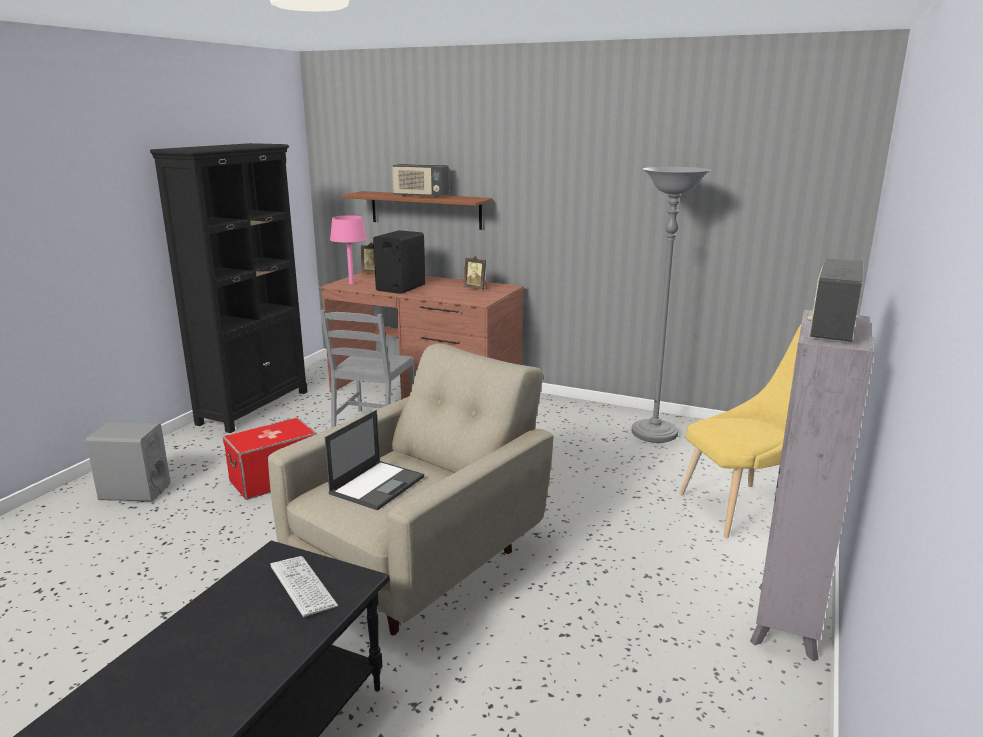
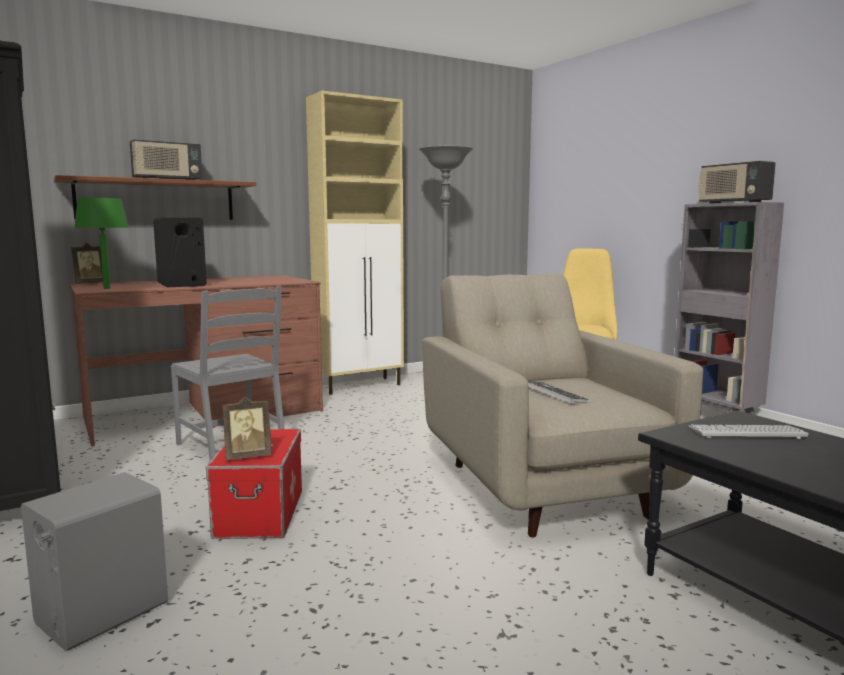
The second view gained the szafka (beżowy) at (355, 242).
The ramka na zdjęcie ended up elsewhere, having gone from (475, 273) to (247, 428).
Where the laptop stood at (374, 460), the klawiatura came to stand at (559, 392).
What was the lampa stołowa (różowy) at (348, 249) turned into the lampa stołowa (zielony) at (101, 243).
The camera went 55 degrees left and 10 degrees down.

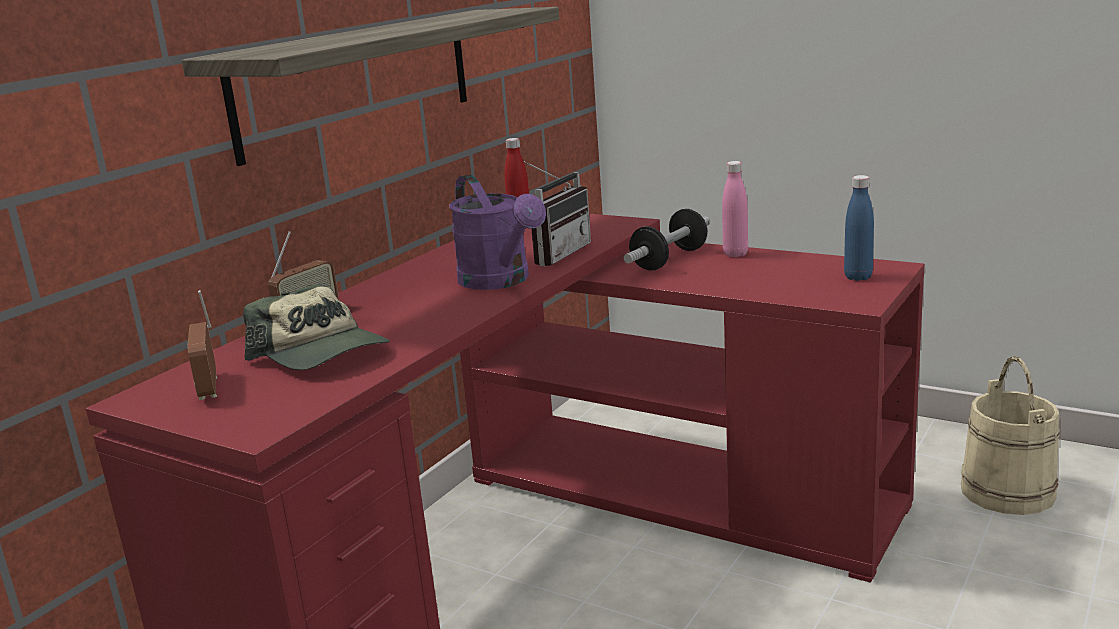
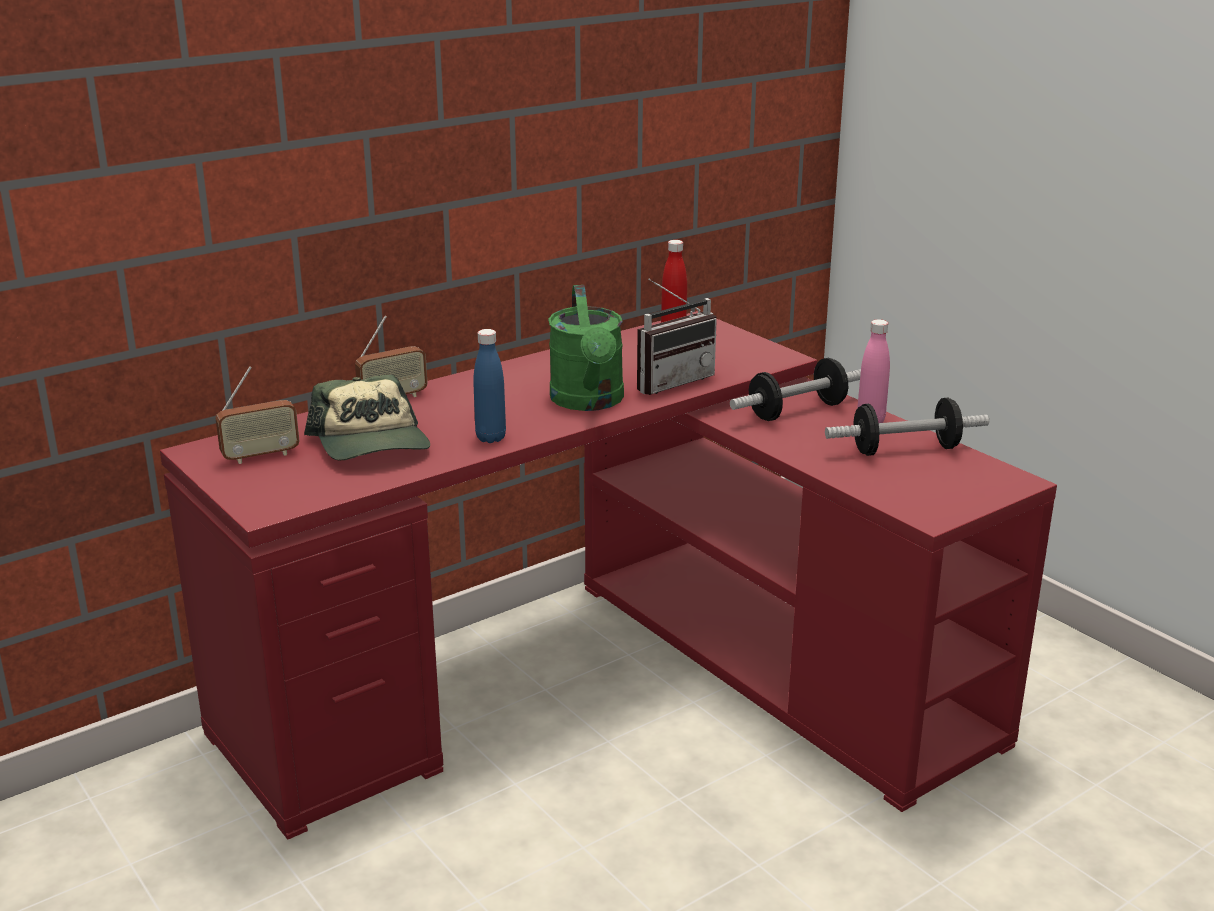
The second view lost the półka at (370, 86).
The second view lost the wiadro (beżowy) at (1010, 435).
The second view gained the hantel at (907, 427).
The butelka (niebieski) ended up elsewhere, having gone from (859, 228) to (489, 386).
What was the konewka (fioletowy) at (497, 232) turned into the konewka (zielony) at (586, 348).
The radio at (203, 345) ended up facing another way, 120 degrees counterclockwise from before.
The camera went 20 degrees right and 5 degrees up.

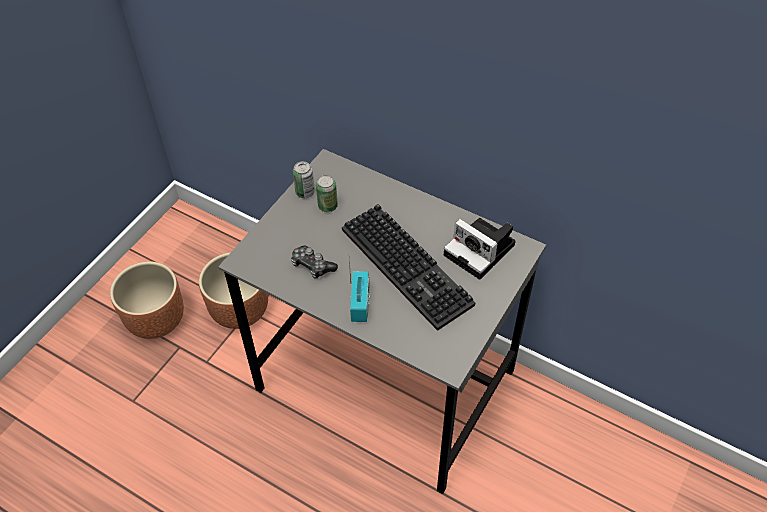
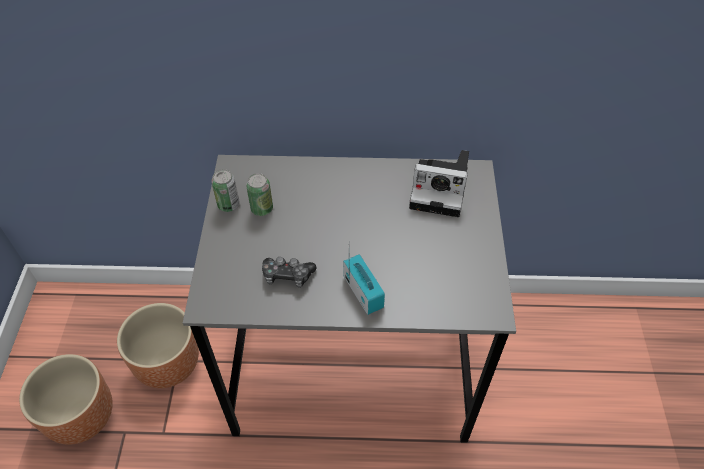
The second view lost the klawiatura at (408, 267).
The camera went 30 degrees left and 0 degrees up.

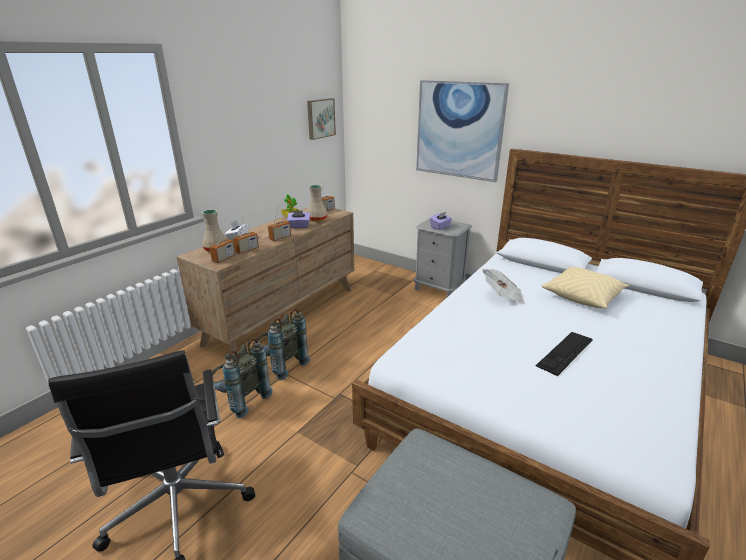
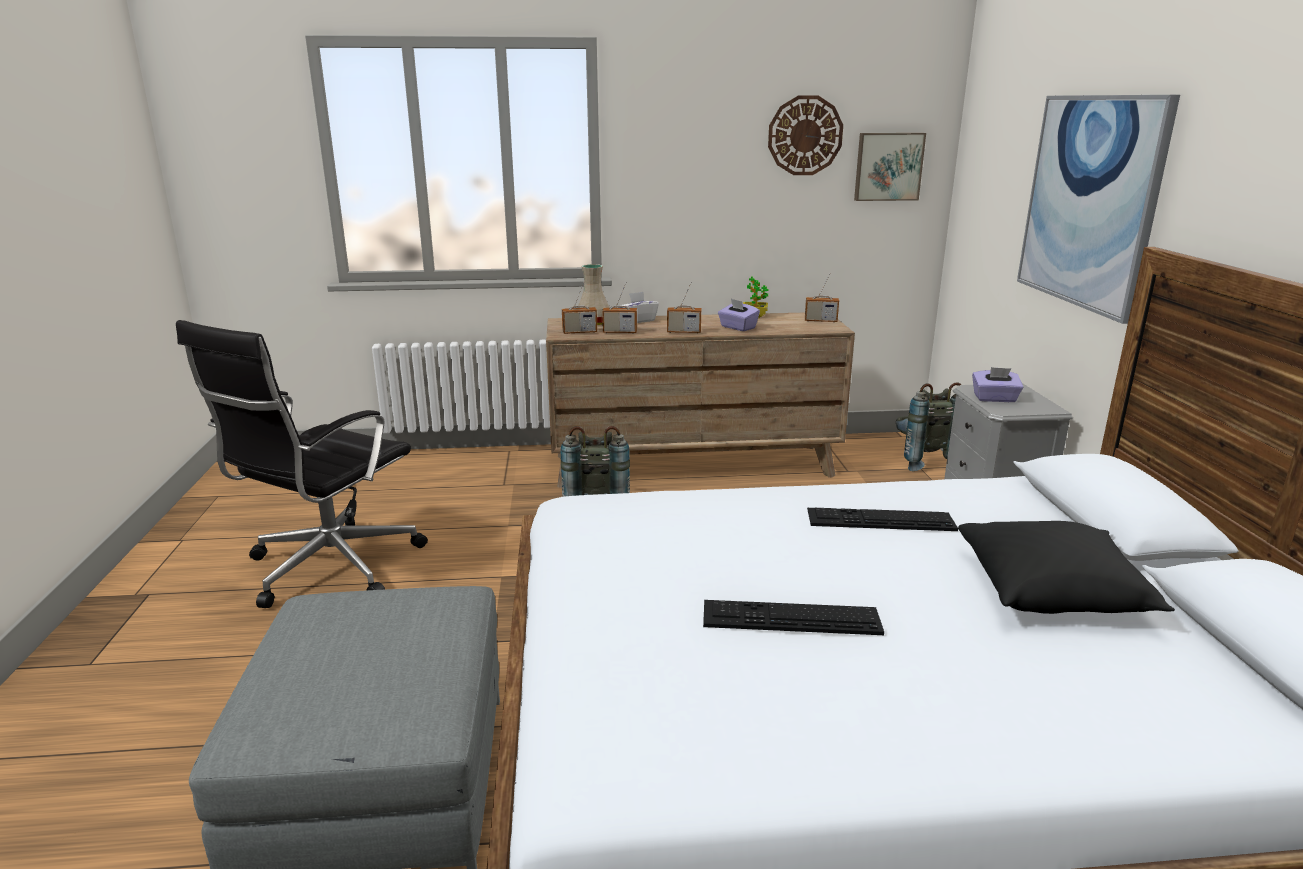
The second view lost the wazon (beżowy) at (317, 203).
The second view gained the zegar ścienny at (805, 135).
The plecak (szary) ended up elsewhere, having gone from (242, 378) to (928, 426).
Where the gazeta stood at (503, 286), the klawiatura came to stand at (882, 519).
What was the poduszka (beżowy) at (585, 287) turned into the poduszka (czarny) at (1066, 567).
The camera went 50 degrees right and 5 degrees down.

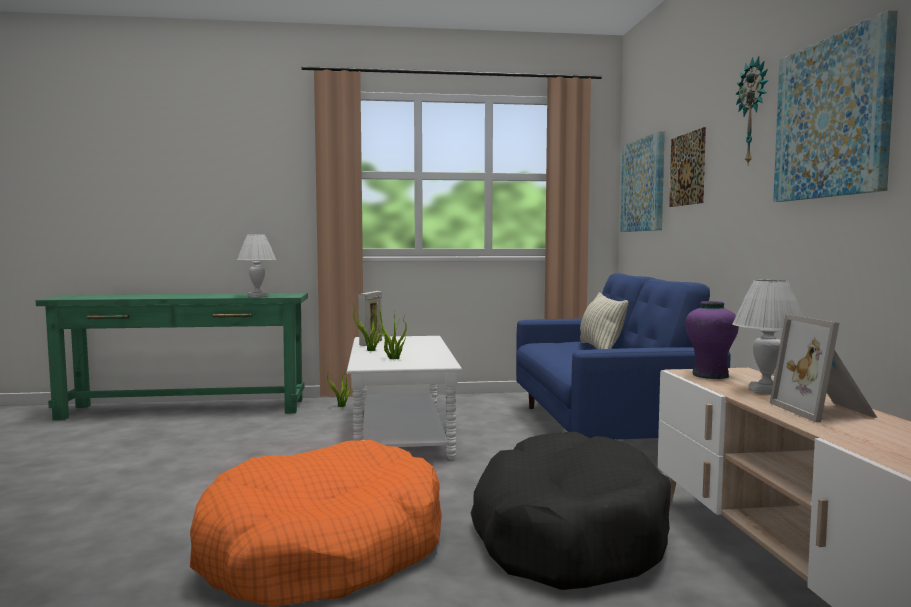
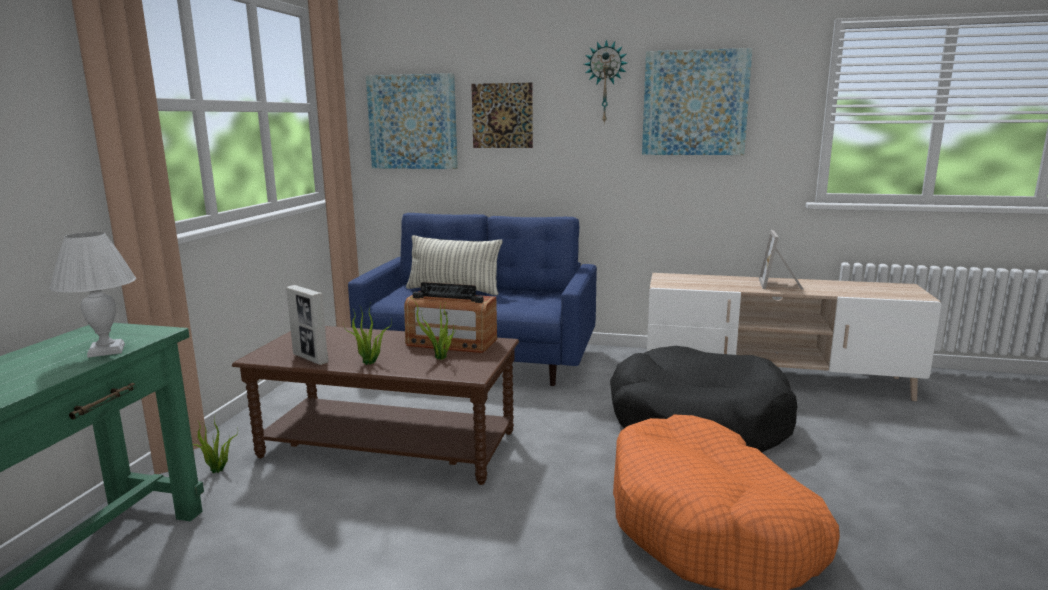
The second view lost the wazon (fioletowy) at (712, 340).
The second view lost the lampa stołowa (biały) at (767, 337).
The second view gained the radio at (450, 317).
What was the ława (biały) at (404, 398) turned into the ława (brązowy) at (375, 405).
The ramka na zdjęcie at (823, 368) ended up facing another way, 90 degrees clockwise from before.
The camera went 70 degrees left and 10 degrees up.

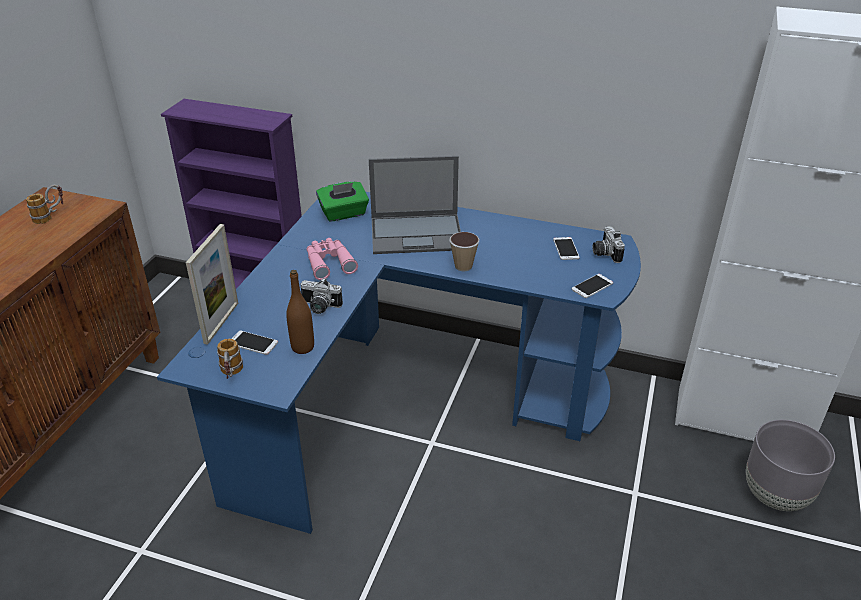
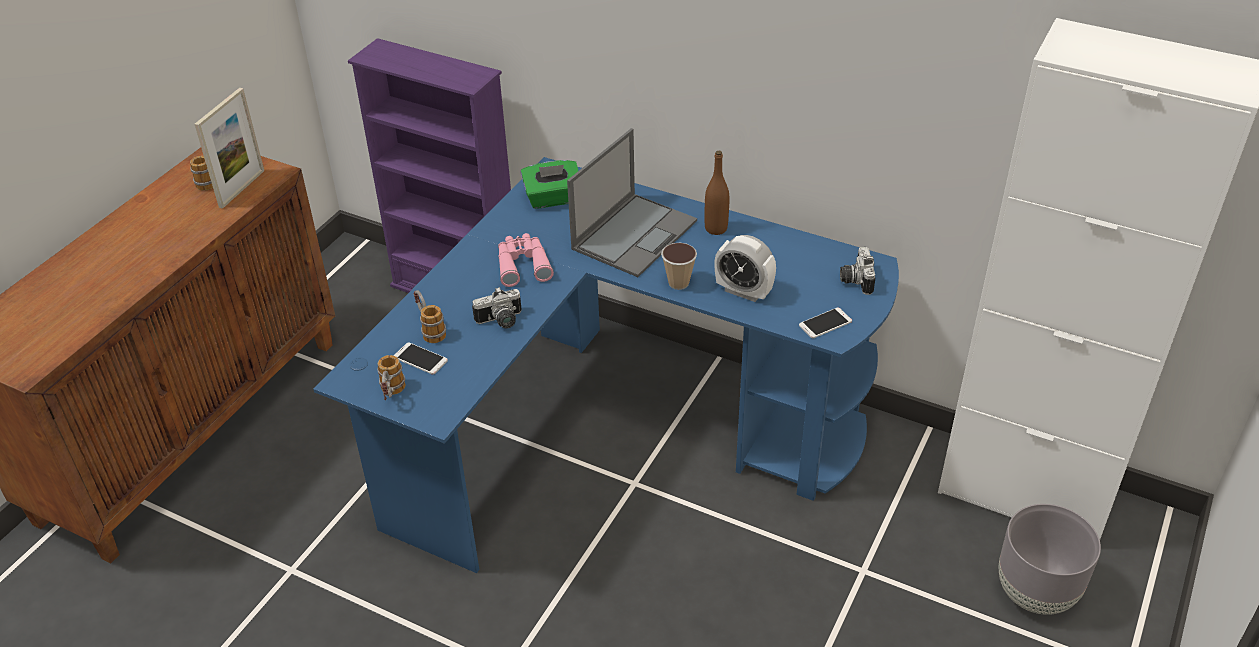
The second view lost the telefon at (566, 248).
The second view gained the kubek at (430, 316).
The second view gained the budzik at (745, 268).
The ramka na zdjęcie ended up elsewhere, having gone from (212, 284) to (229, 148).
The butelka (brązowy) ended up elsewhere, having gone from (300, 312) to (717, 193).
The aparat fotograficzny at (321, 296) ended up facing another way, 45 degrees counterclockwise from before.
The laptop at (415, 205) ended up facing another way, 60 degrees counterclockwise from before.
The camera went 10 degrees right and 5 degrees up.

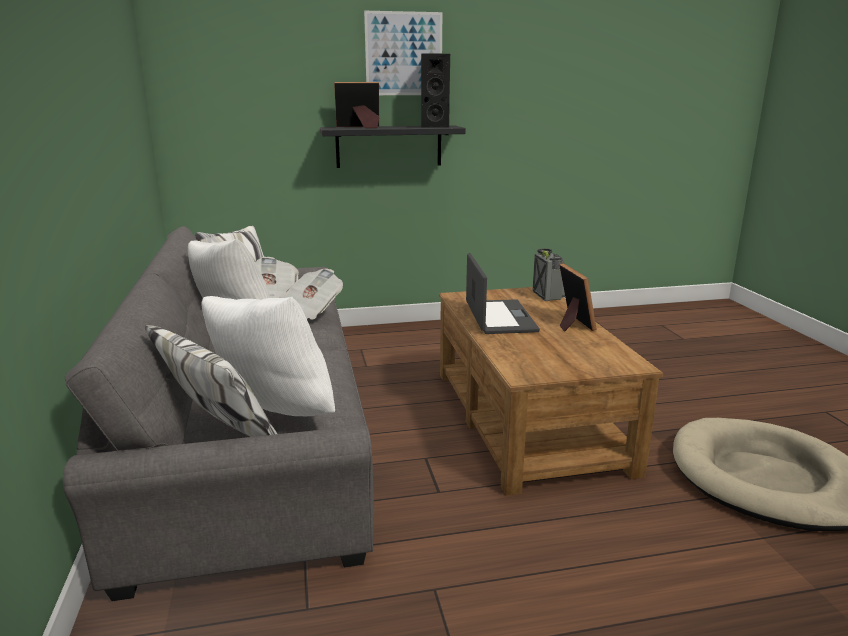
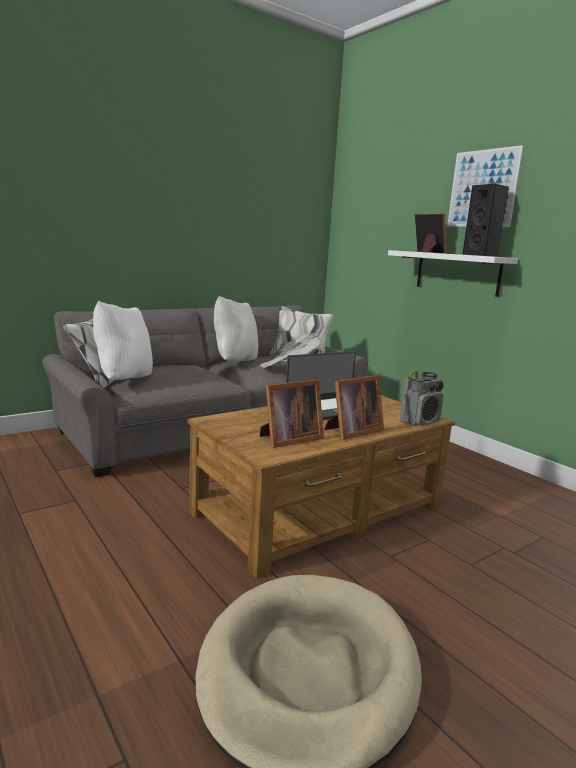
The second view gained the ramka na zdjęcie at (292, 414).
What was the półka (czarny) at (393, 146) turned into the półka (biały) at (453, 273).
The camera went 65 degrees right and 5 degrees down.

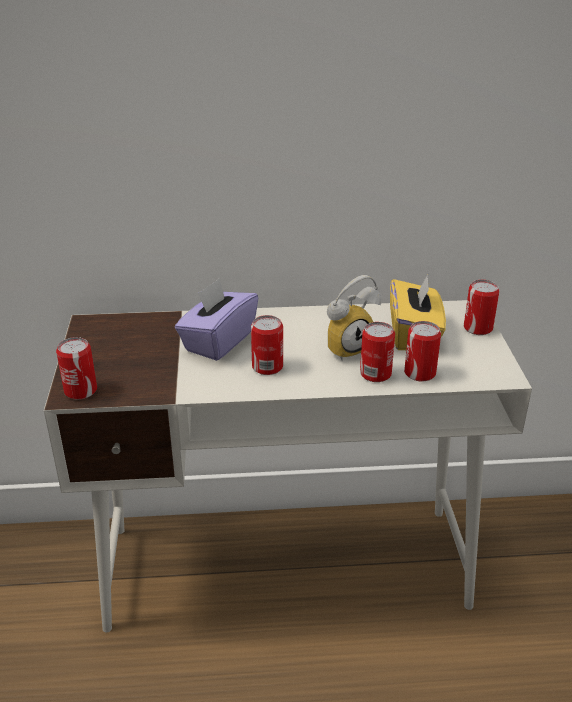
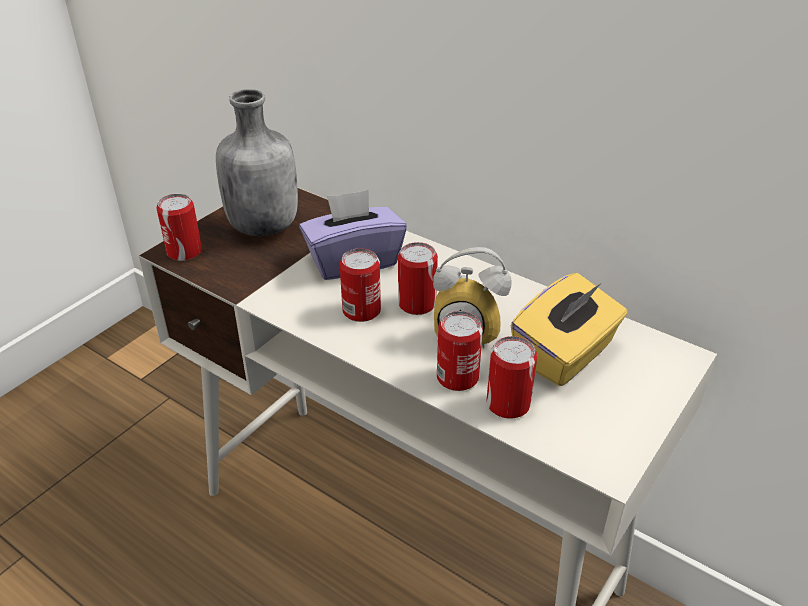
The second view gained the butelka (szary) at (257, 162).
The puszka ended up elsewhere, having gone from (481, 307) to (418, 278).
The camera went 40 degrees right and 5 degrees up.

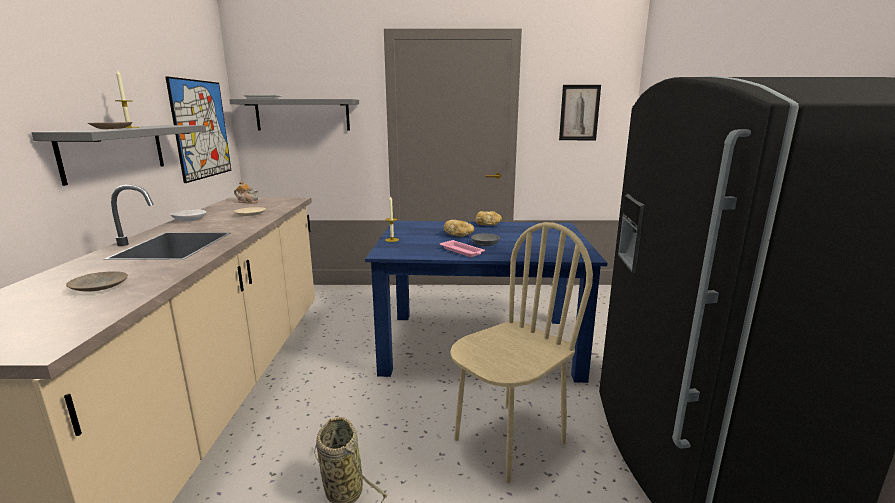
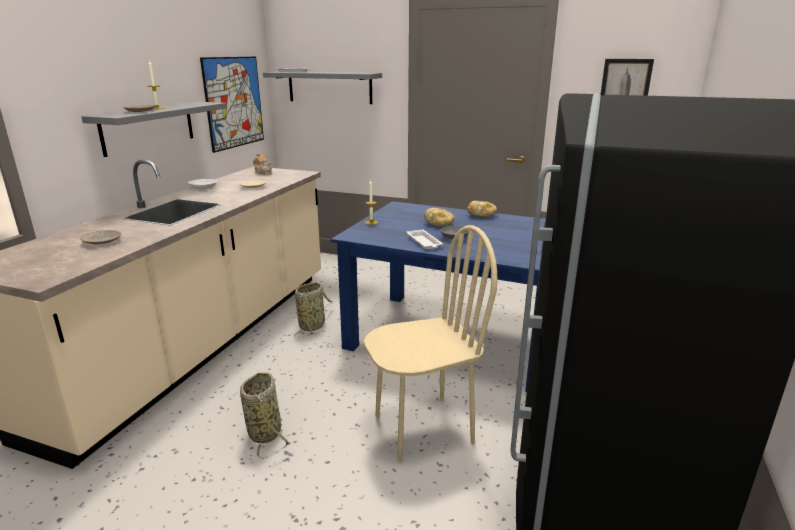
The second view gained the koszyk at (313, 309).
What was the taca (różowy) at (462, 248) turned into the taca (biały) at (424, 239).
The camera went 20 degrees right and 5 degrees up.

